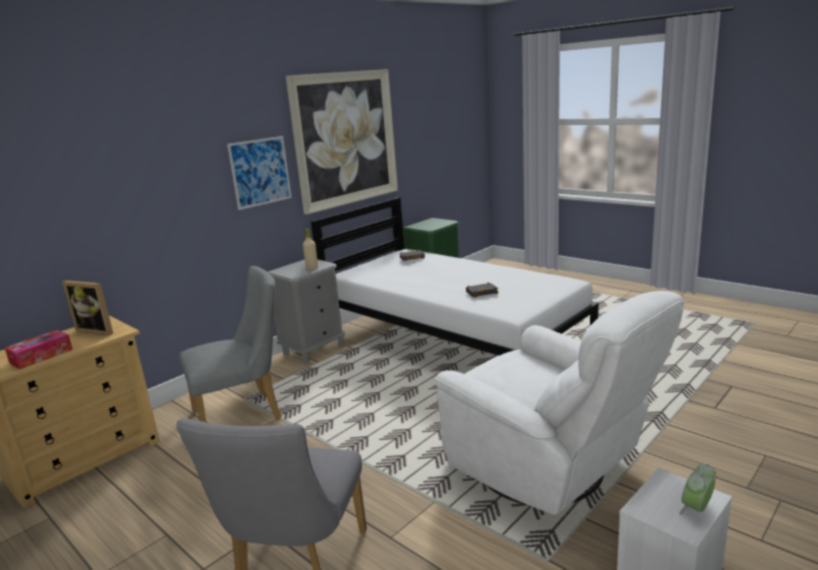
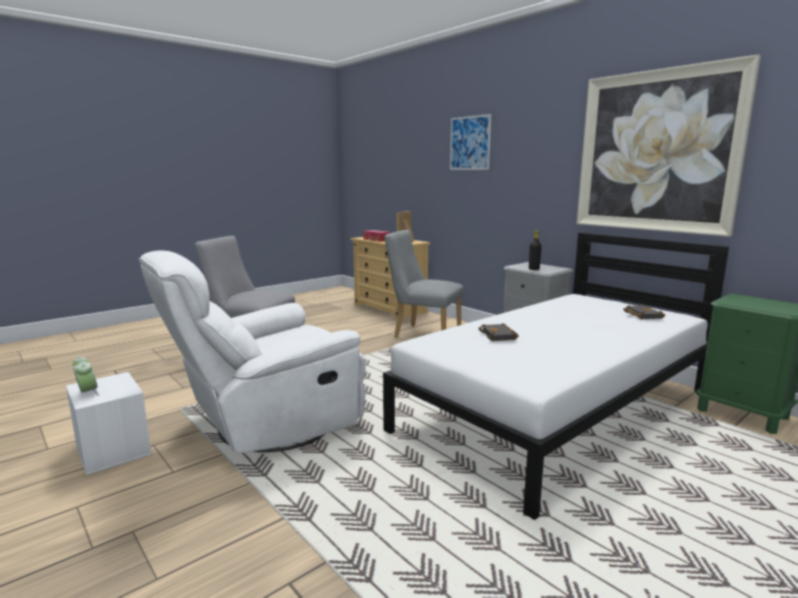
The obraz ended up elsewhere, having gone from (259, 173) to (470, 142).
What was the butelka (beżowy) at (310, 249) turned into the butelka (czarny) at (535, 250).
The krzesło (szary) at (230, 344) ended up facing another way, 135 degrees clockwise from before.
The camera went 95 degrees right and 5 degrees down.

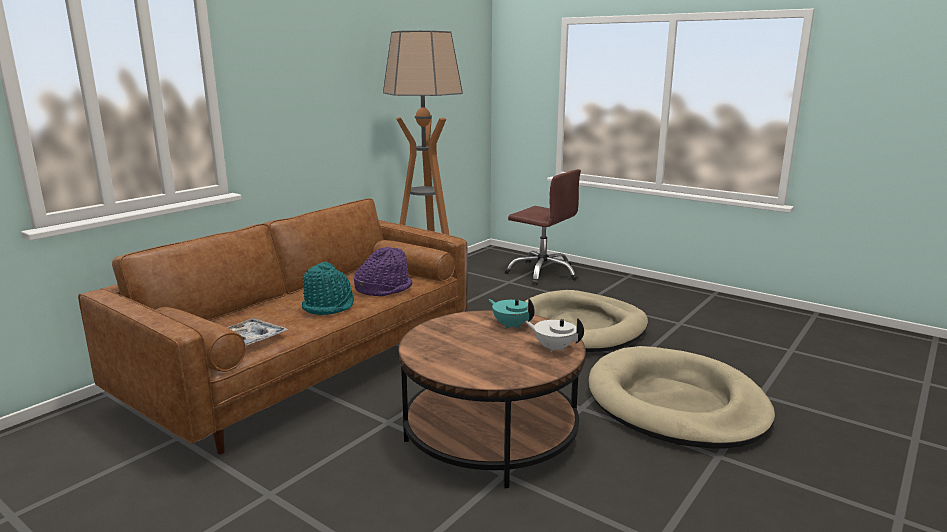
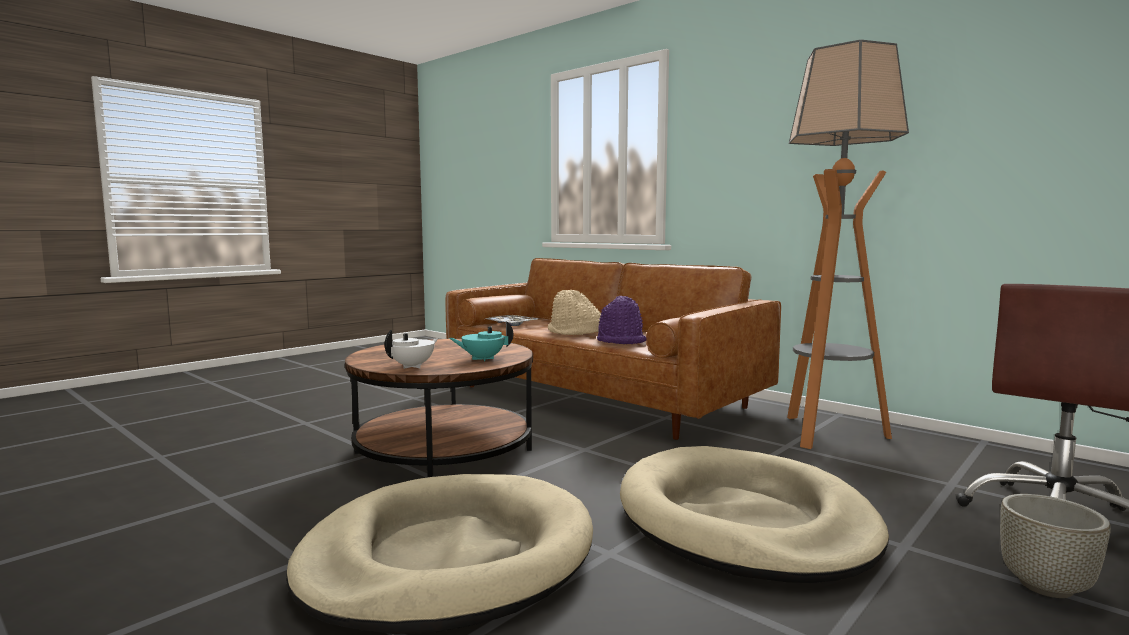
The second view gained the donica (szary) at (1055, 546).
What was the kapelusz (turkusowy) at (328, 288) turned into the kapelusz (beżowy) at (574, 312).
The imbryk (turkusowy) at (512, 313) ended up facing another way, 150 degrees counterclockwise from before.
The camera went 95 degrees right and 10 degrees down.

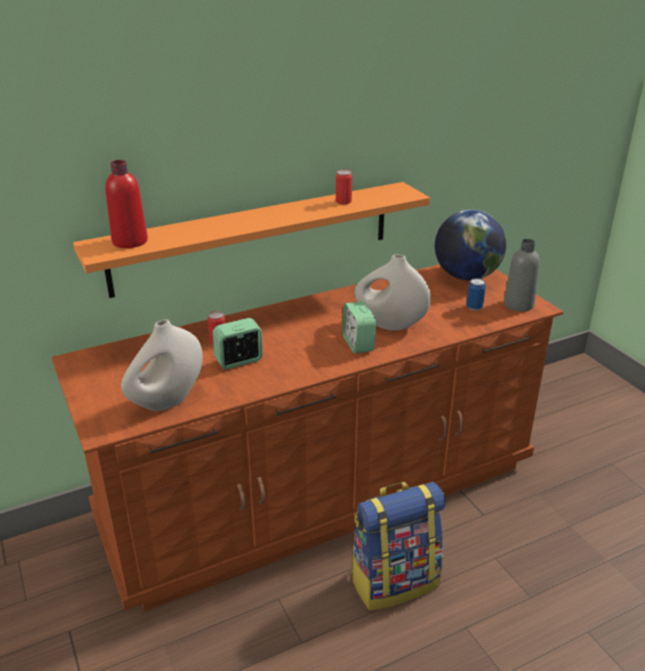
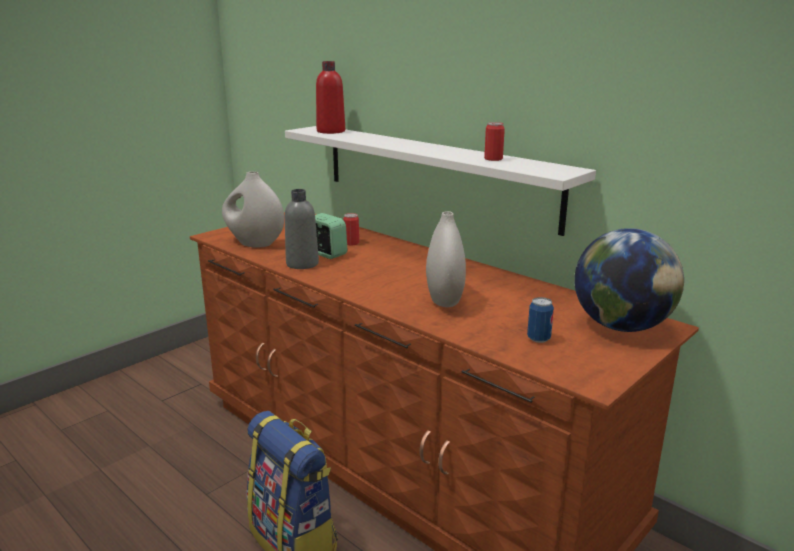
The second view lost the budzik at (359, 327).
The butelka (szary) ended up elsewhere, having gone from (522, 275) to (302, 229).
What was the półka (pomarańczowy) at (251, 240) turned into the półka (biały) at (440, 181).
The camera went 70 degrees right and 10 degrees down.

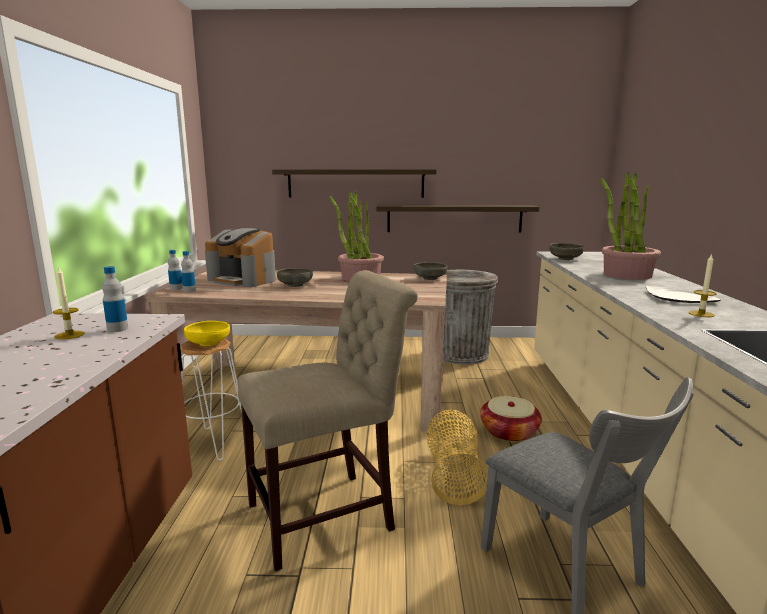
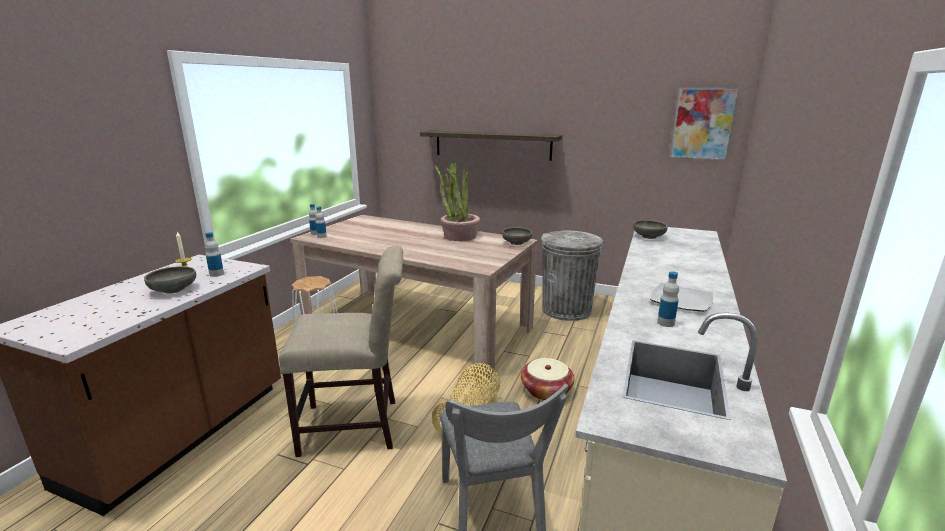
The second view lost the miska (żółty) at (207, 333).
The second view lost the ekspres do kawy at (240, 257).
The second view lost the półka at (458, 219).
The second view lost the roślina doniczkowa at (630, 226).
The second view gained the obraz at (705, 123).
The miska (szary) ended up elsewhere, having gone from (295, 277) to (170, 280).
Where the świeca stood at (702, 285), the butelka came to stand at (668, 299).
The camera went 20 degrees right and 5 degrees up.

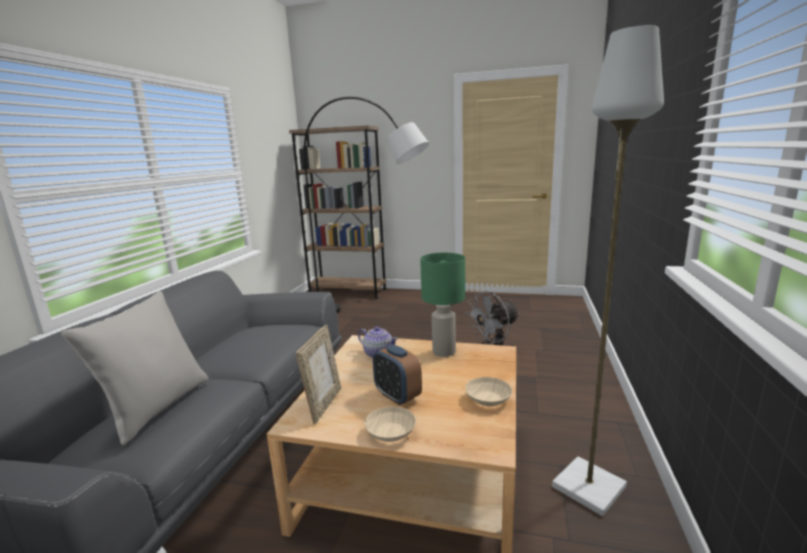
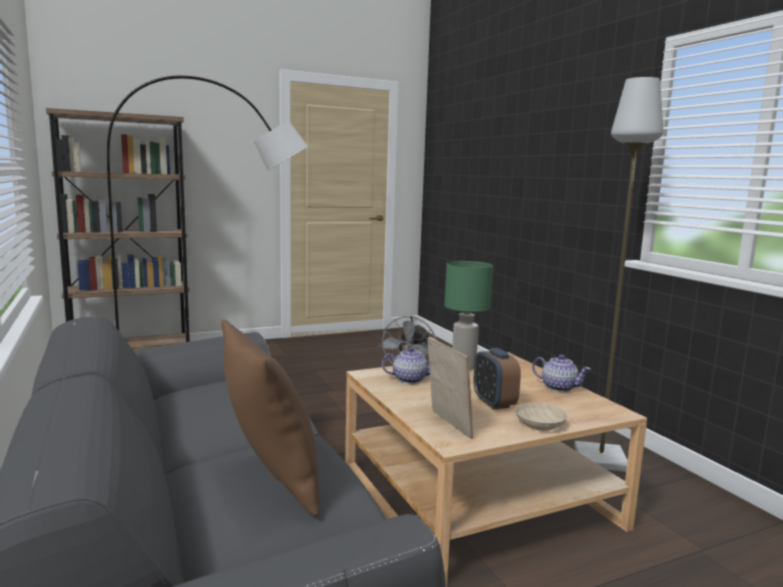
Where the miska (beżowy) stood at (488, 391), the imbryk came to stand at (561, 373).
What was the poduszka (szary) at (135, 368) turned into the poduszka (brązowy) at (270, 417).
The budzik at (397, 375) ended up facing another way, 60 degrees clockwise from before.
The camera went 40 degrees left and 5 degrees down.

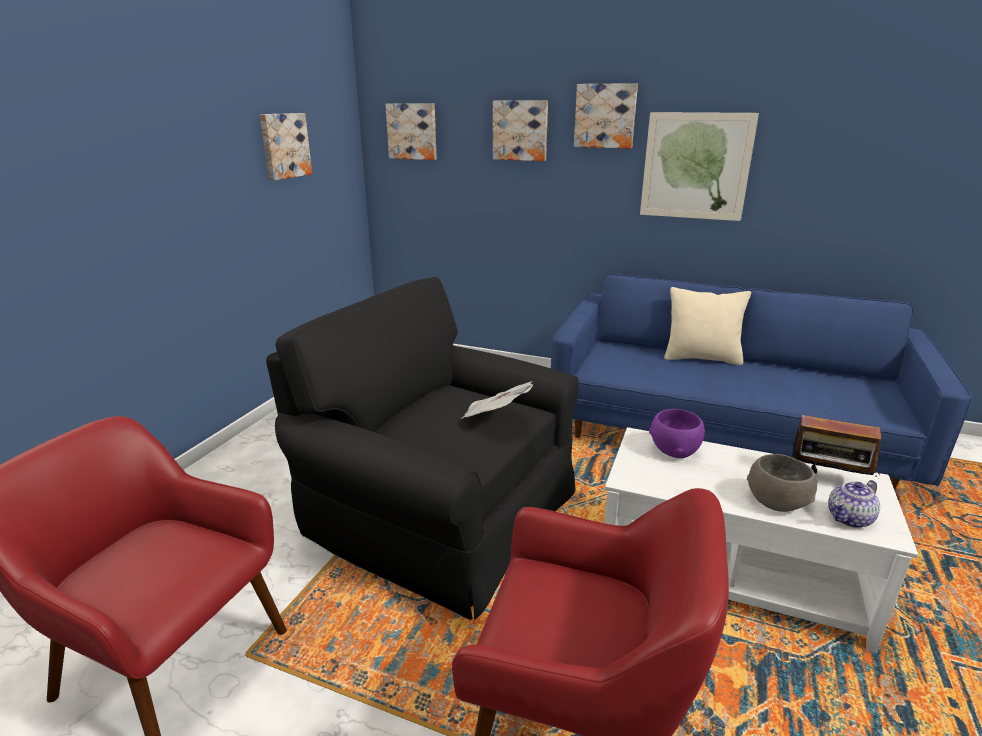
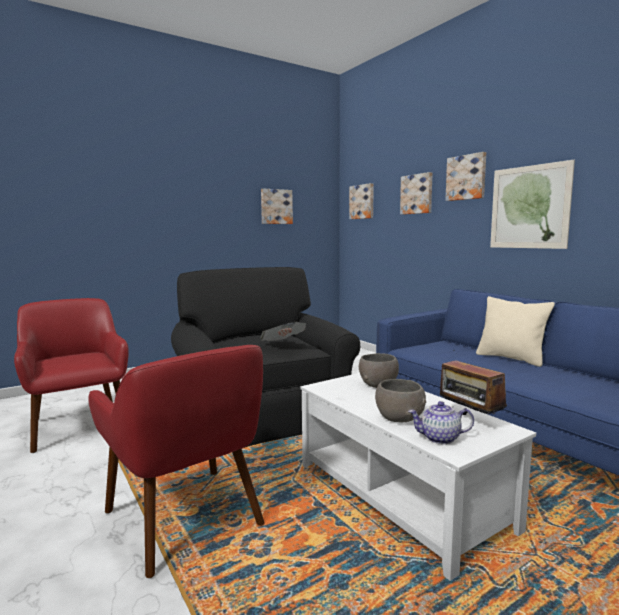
What was the miska (fioletowy) at (677, 433) turned into the miska (szary) at (379, 370).
The camera went 35 degrees right and 15 degrees down.

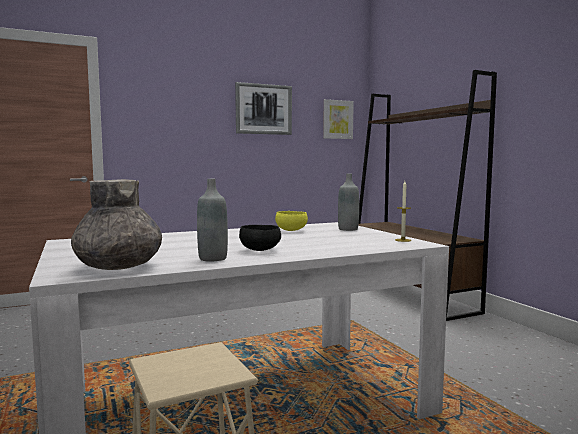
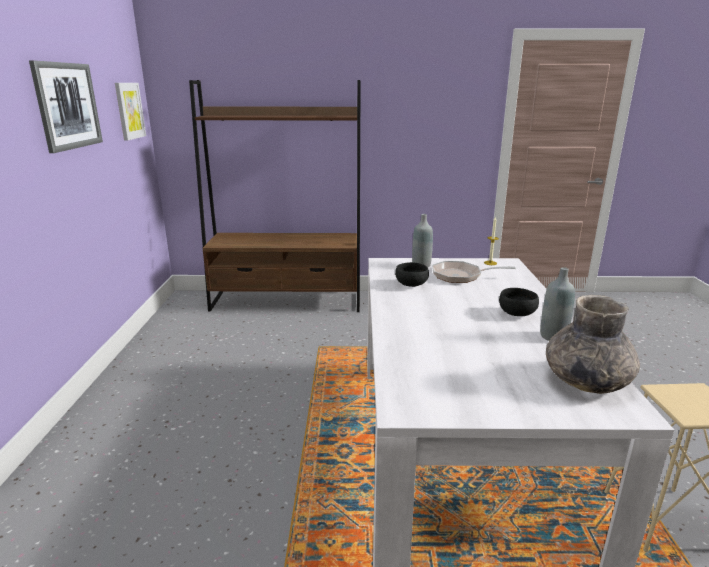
The second view gained the patelnia at (474, 272).
What was the miska (żółty) at (291, 221) turned into the miska (czarny) at (412, 274).
The camera went 65 degrees left and 15 degrees up.

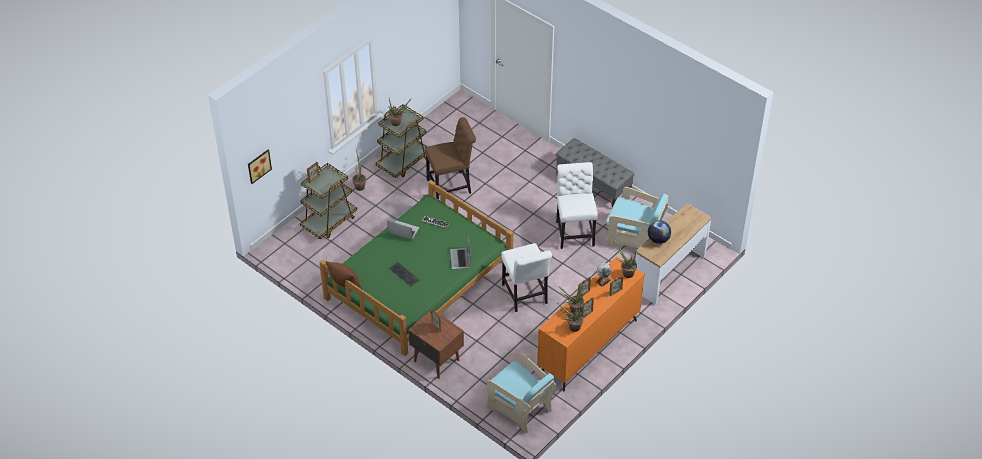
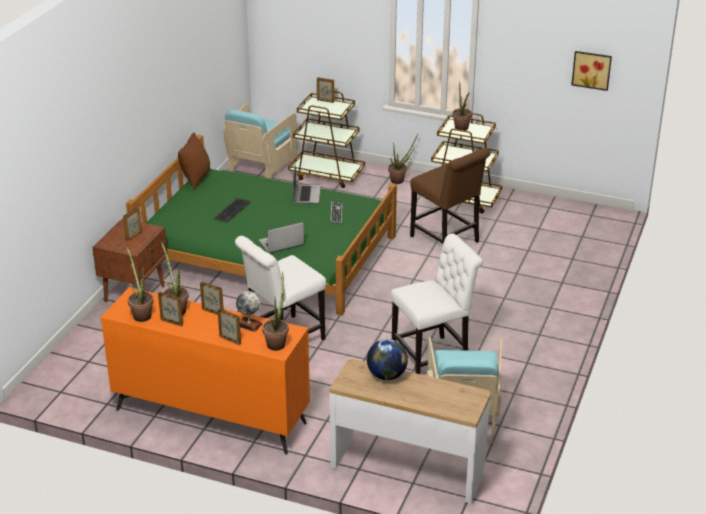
The second view lost the ławka (szary) at (595, 173).
The obraz ended up elsewhere, having gone from (260, 167) to (591, 71).
The fotel (turkusowy) ended up elsewhere, having gone from (521, 393) to (259, 141).
The camera went 70 degrees right and 15 degrees down.

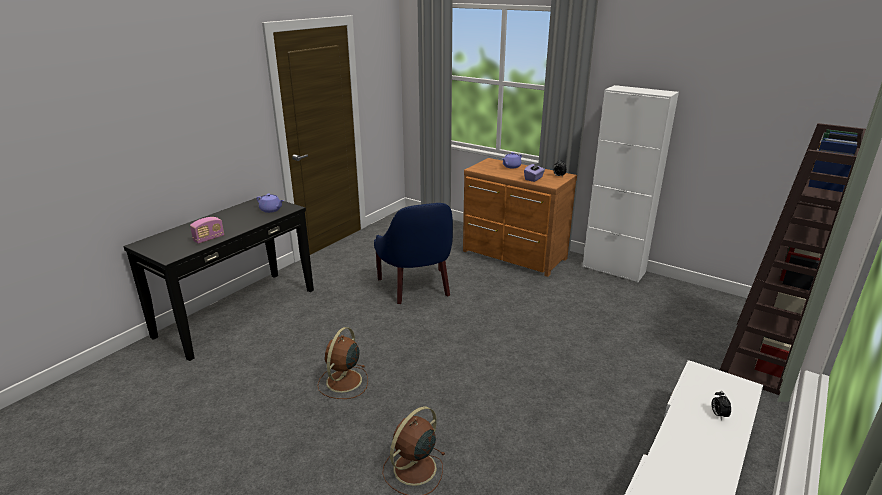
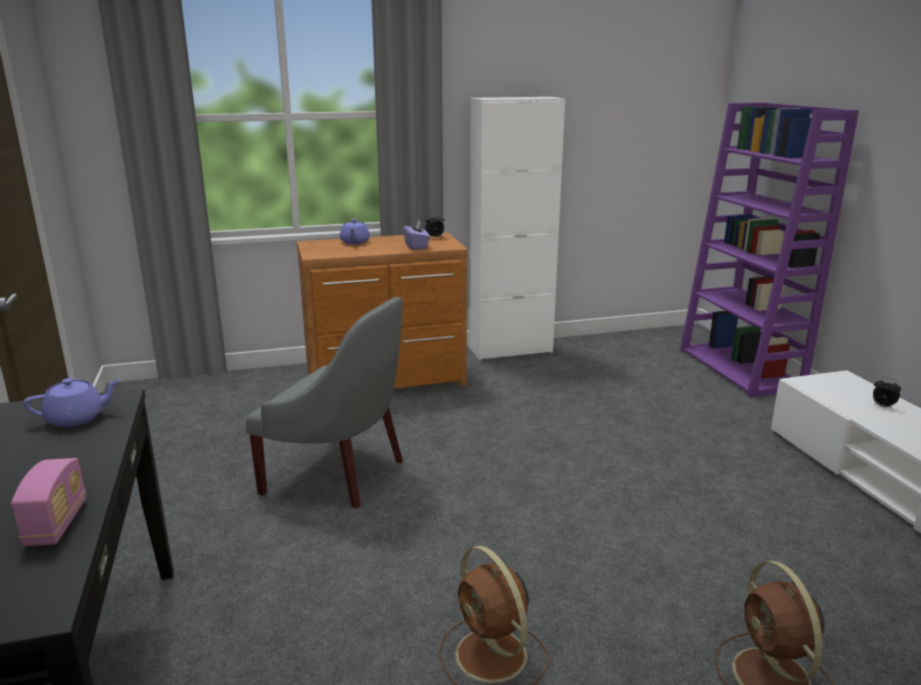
What was the fotel (niebieski) at (413, 253) turned into the fotel (szary) at (324, 403).
What was the regał (brązowy) at (792, 259) turned into the regał (fioletowy) at (769, 250).
The camera went 50 degrees left and 5 degrees down.

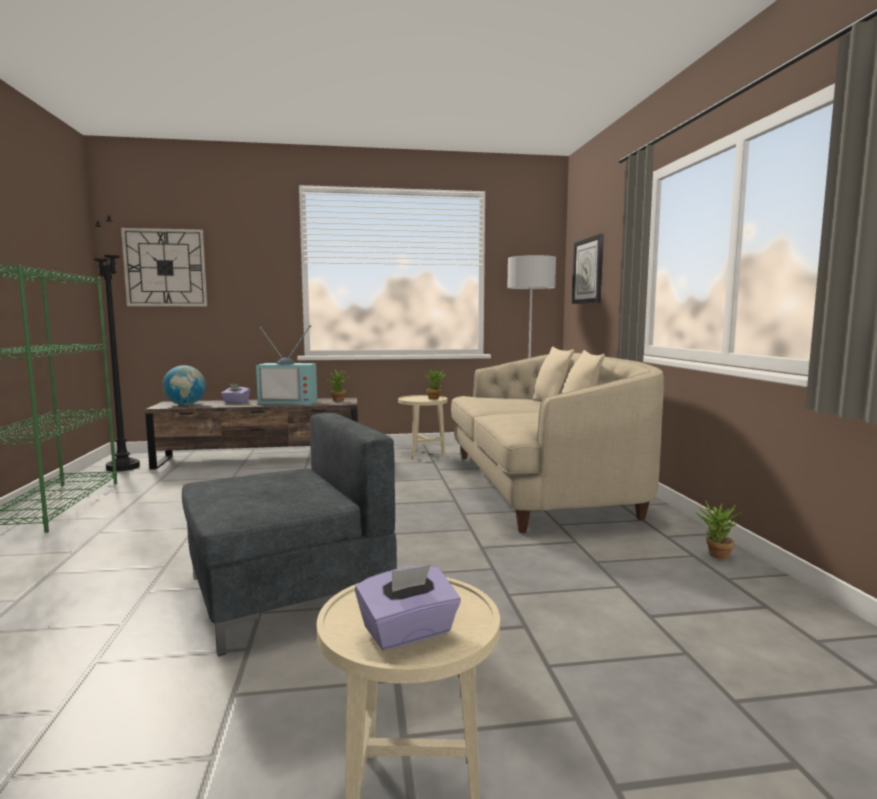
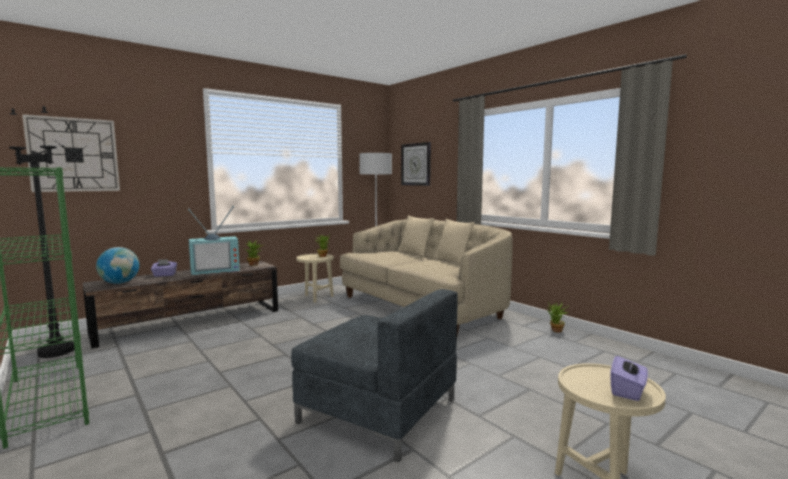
The fotel (szary) at (289, 534) ended up facing another way, 90 degrees clockwise from before.
The camera went 30 degrees left and 0 degrees up.

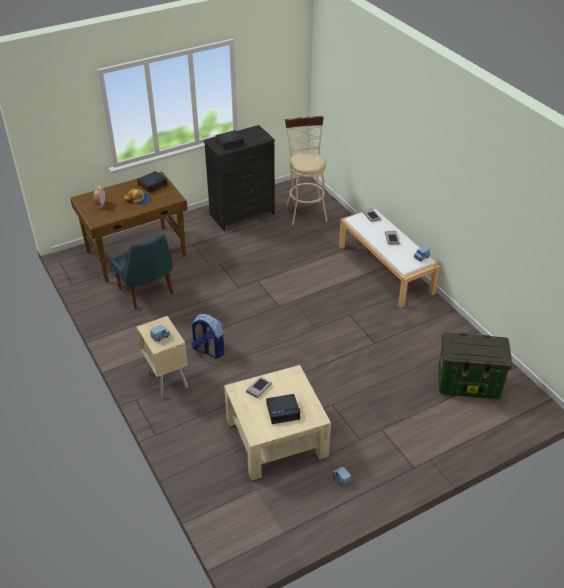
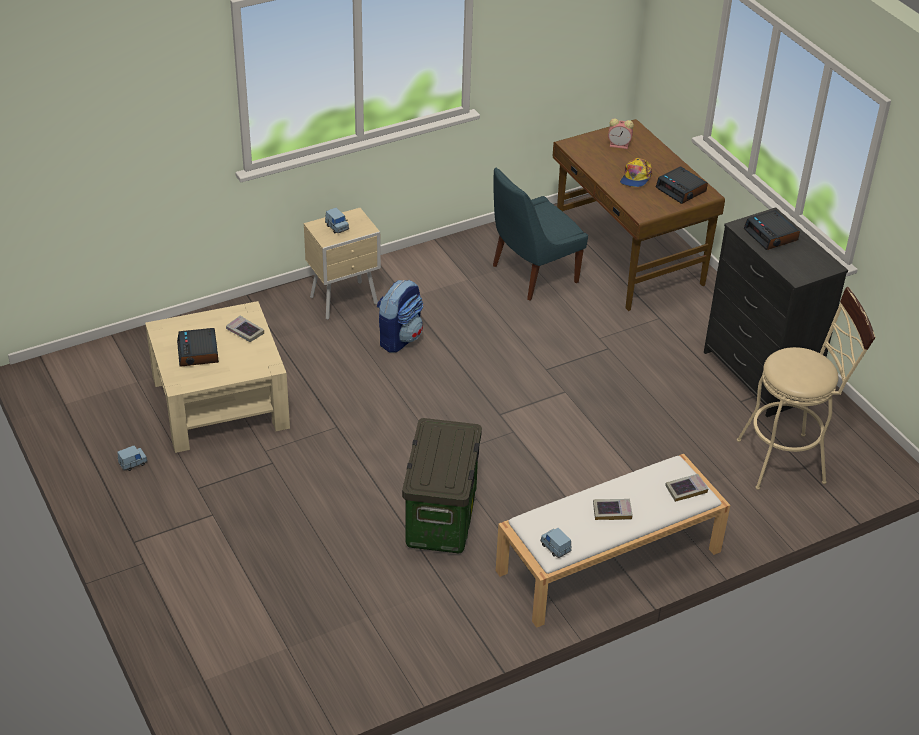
The pojemnik do przechowywania ended up elsewhere, having gone from (475, 366) to (442, 486).
The camera went 90 degrees right and 0 degrees up.

